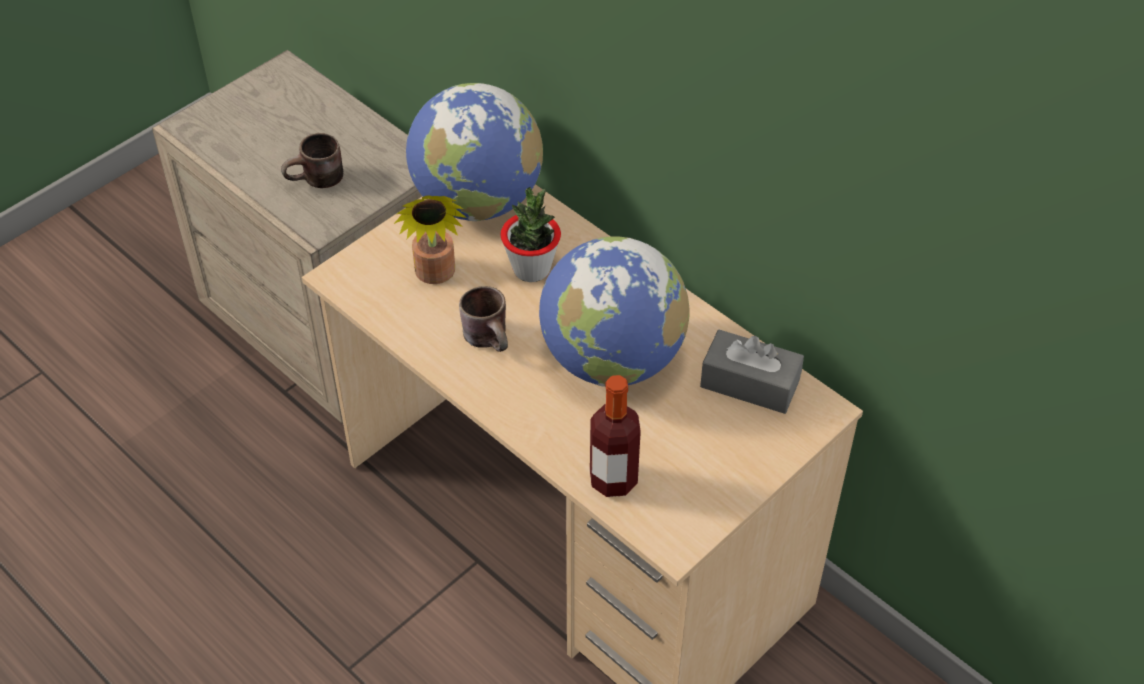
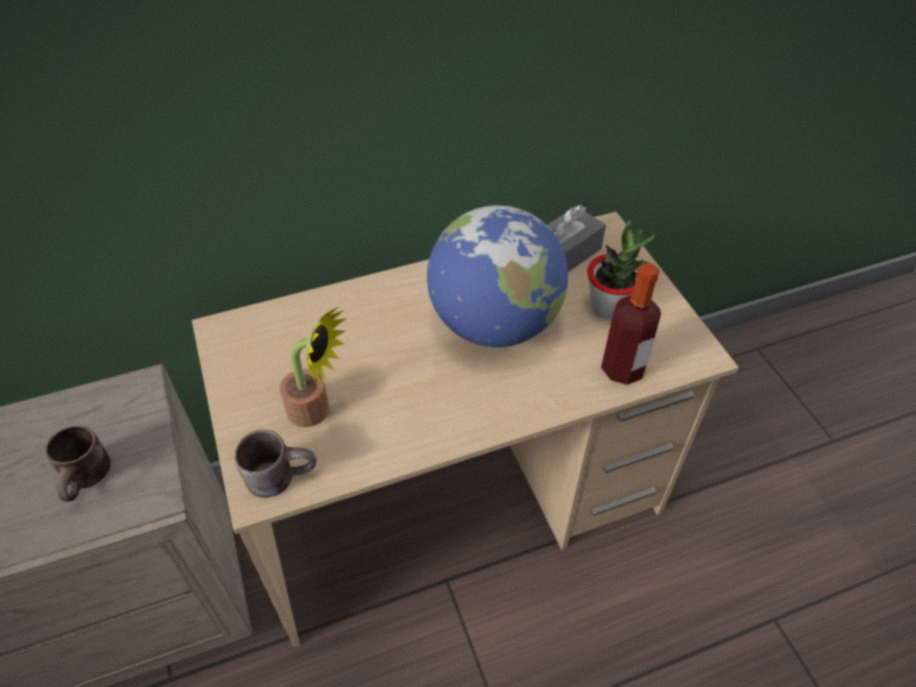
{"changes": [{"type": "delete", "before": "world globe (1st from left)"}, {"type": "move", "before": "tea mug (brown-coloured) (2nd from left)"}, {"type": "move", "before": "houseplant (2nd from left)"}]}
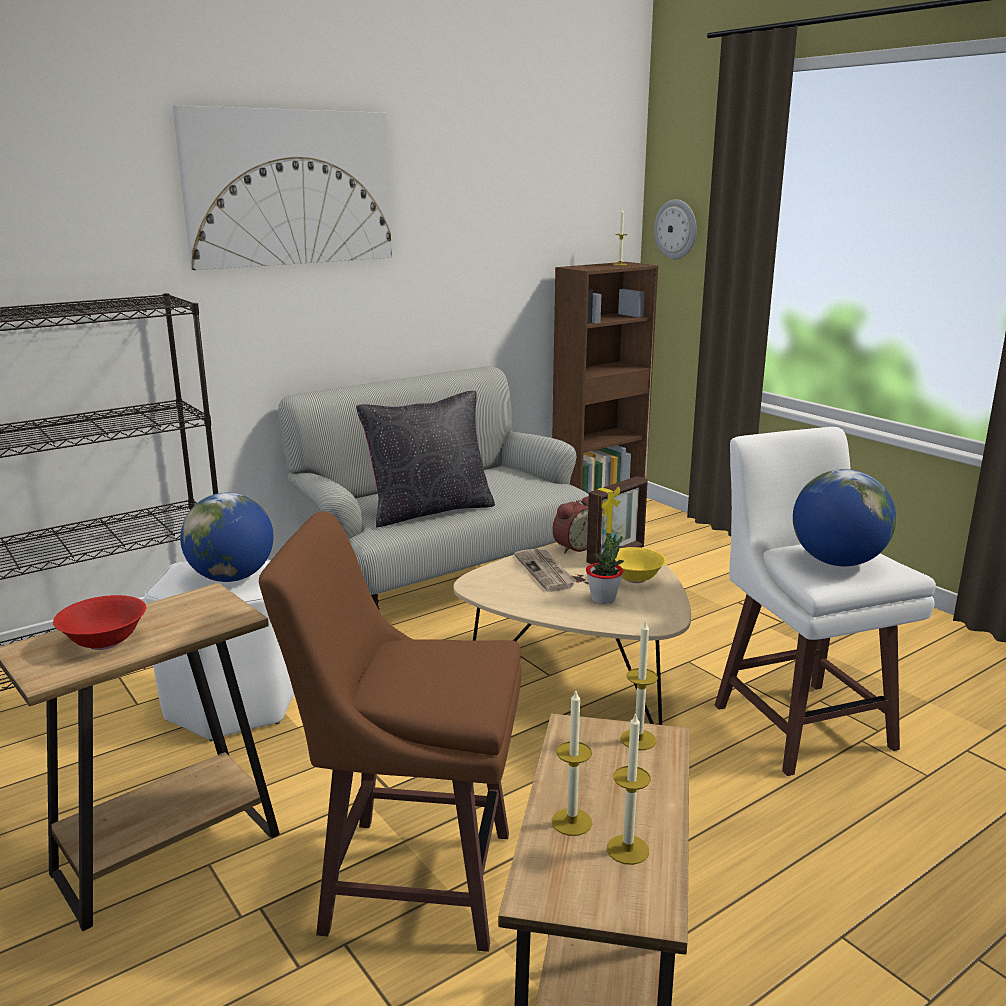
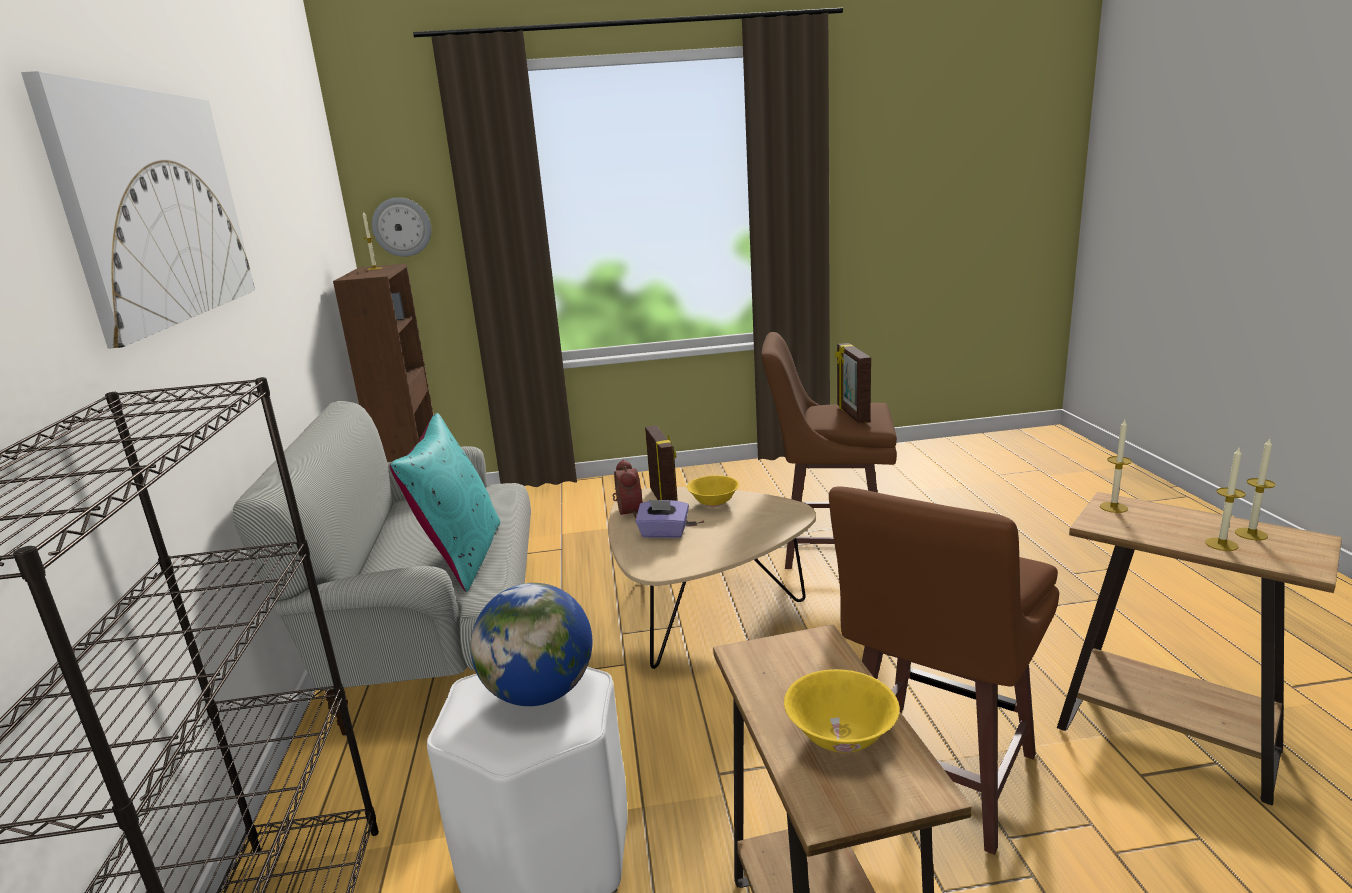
{"changes": [{"type": "recolor", "before": "serving bowl (reddish)", "after": "serving bowl (yellow-coloured) (2nd from left)"}, {"type": "recolor", "before": "pillow (blackish)", "after": "pillow (blue-green)"}, {"type": "replace", "before": "newspaper", "after": "tissue box (purple)"}, {"type": "delete", "before": "houseplant"}, {"type": "recolor", "before": "sitting stool (white) (2nd from left)", "after": "sitting stool (brown-coloured) (1st from left)"}, {"type": "replace", "before": "world globe (2nd from left)", "after": "picture frame (2nd from left)"}]}
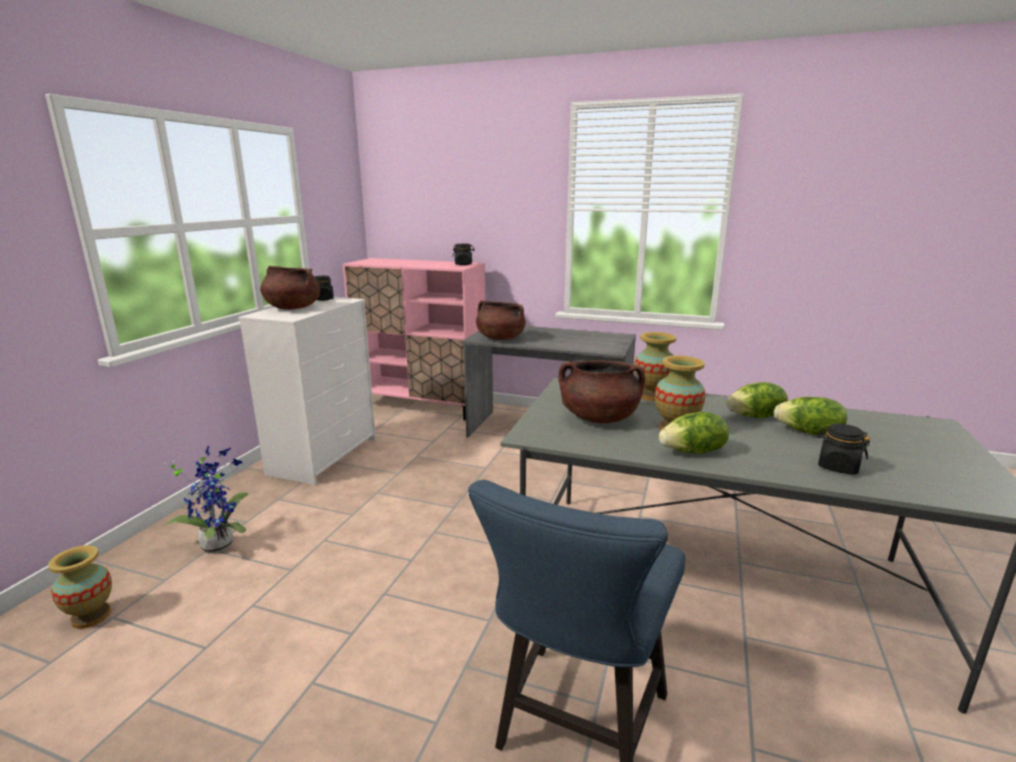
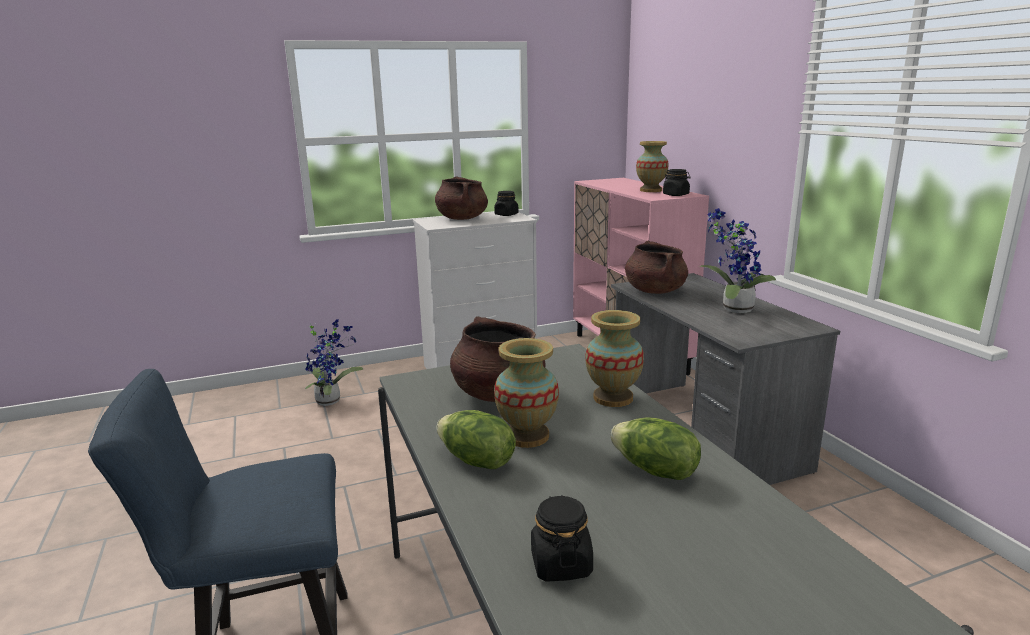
{"changes": [{"type": "move", "before": "vase (1st from left in the first image)", "after": "vase (3rd from left)"}, {"type": "delete", "before": "lettuce (3rd from left)"}, {"type": "insert", "after": "houseplant (2nd from left)"}]}
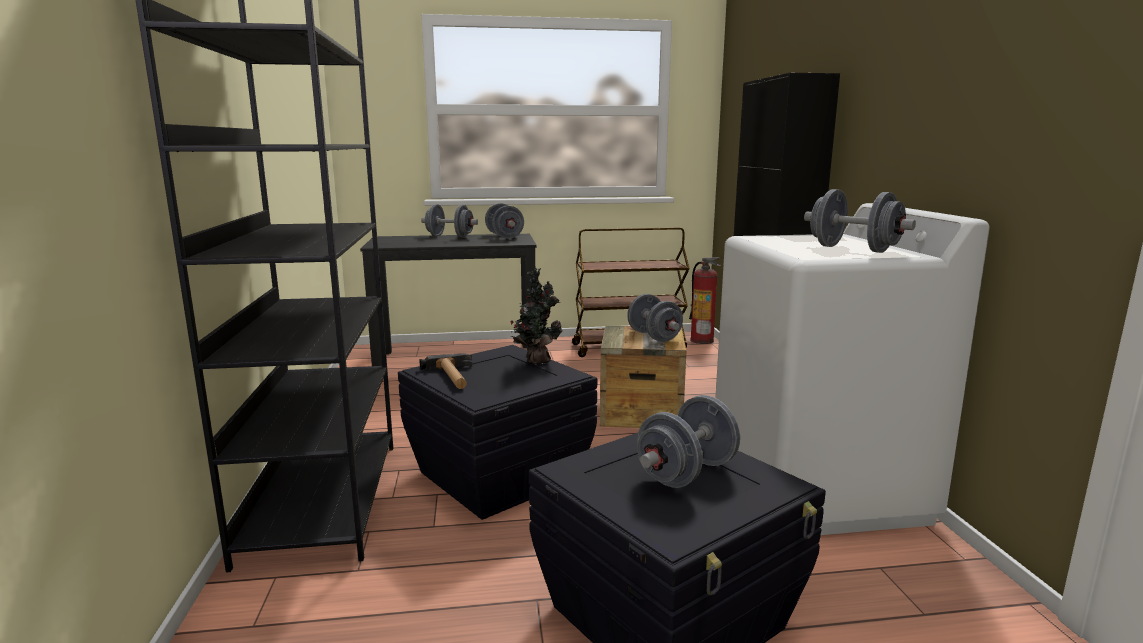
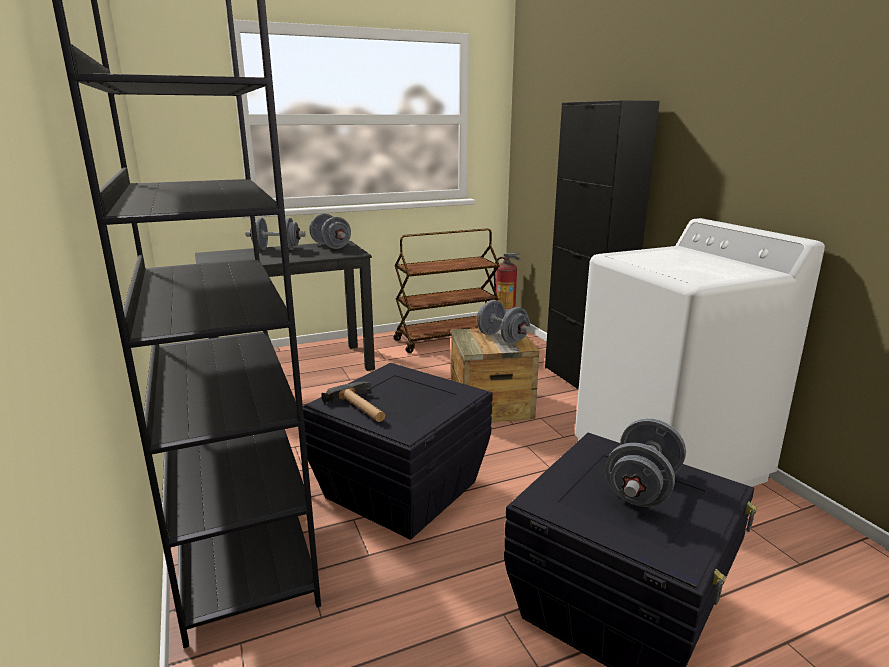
{"changes": [{"type": "delete", "before": "houseplant"}, {"type": "delete", "before": "hand weight (greyish) (5th from left)"}]}
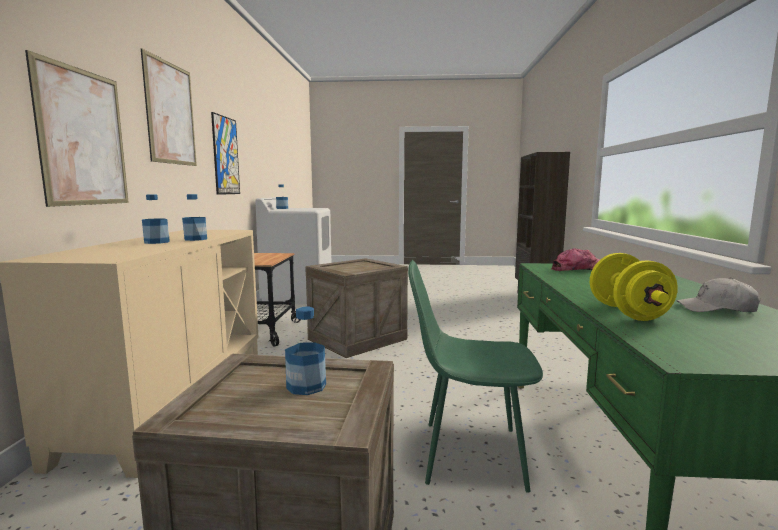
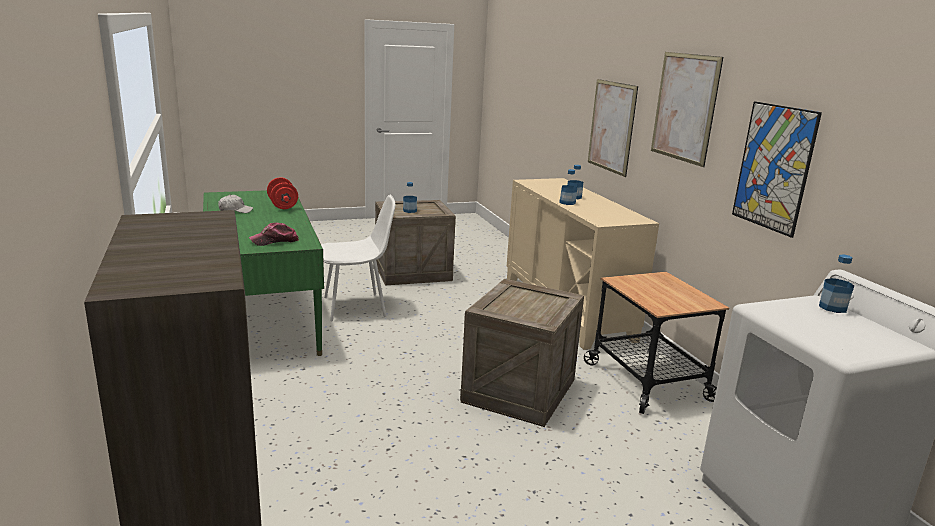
{"changes": [{"type": "recolor", "before": "plain chair (green)", "after": "plain chair (white)"}, {"type": "recolor", "before": "hand weight (yellow-coloured)", "after": "hand weight (reddish)"}]}
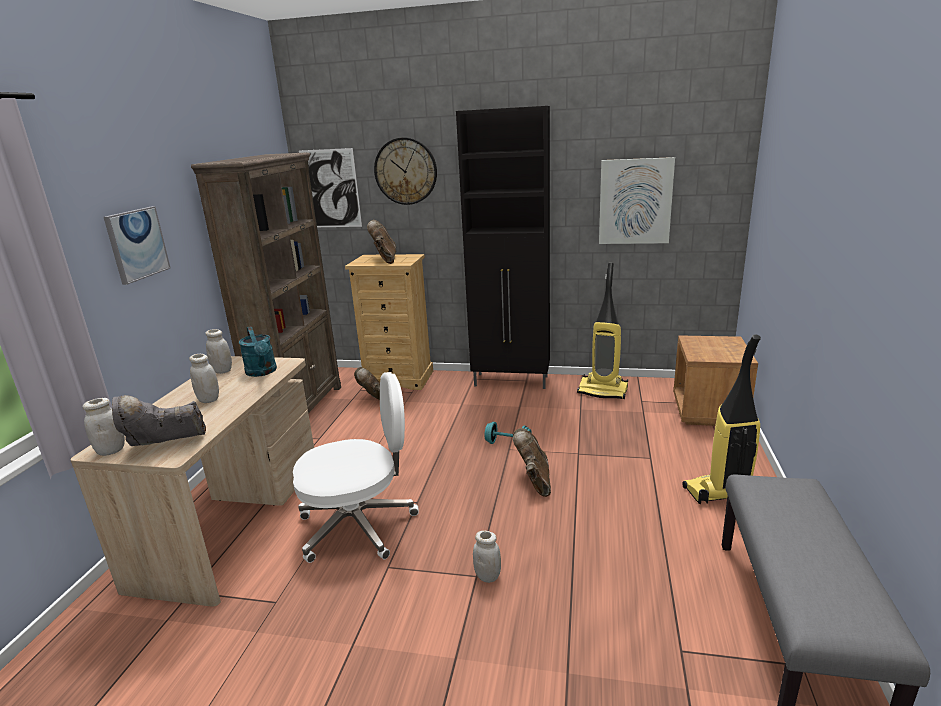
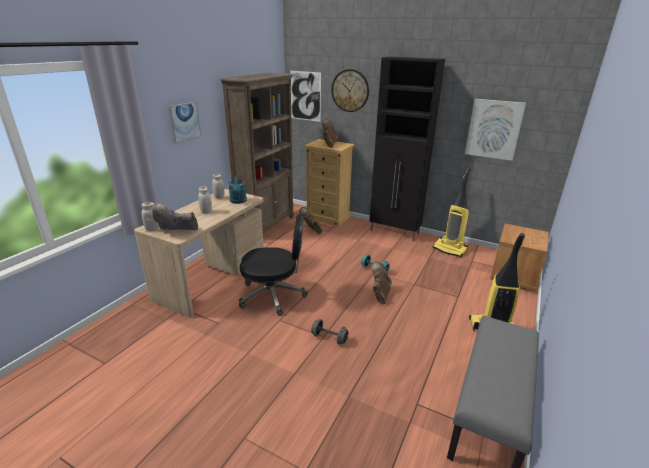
{"changes": [{"type": "recolor", "before": "computer chair (white)", "after": "computer chair (blackish)"}, {"type": "replace", "before": "preserve jar (white) (4th from left)", "after": "hand weight (greyish)"}]}
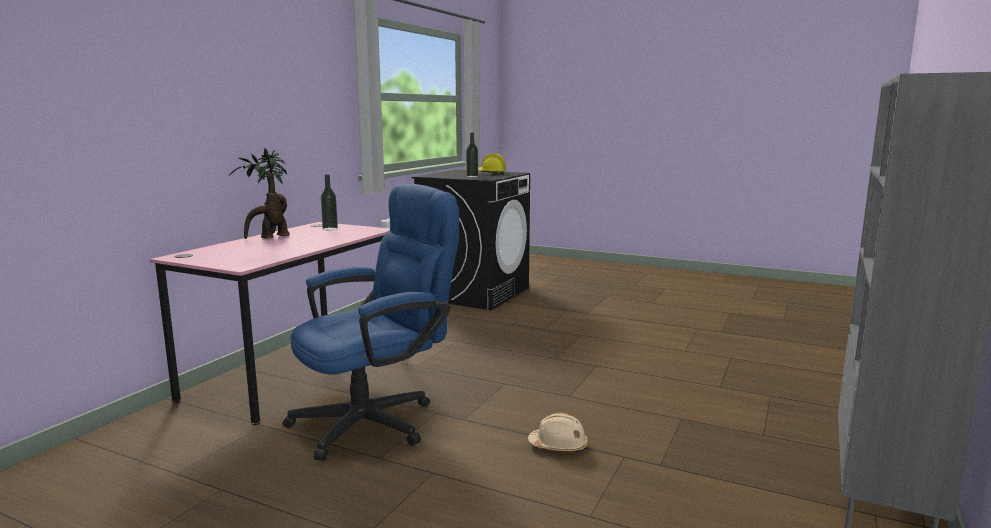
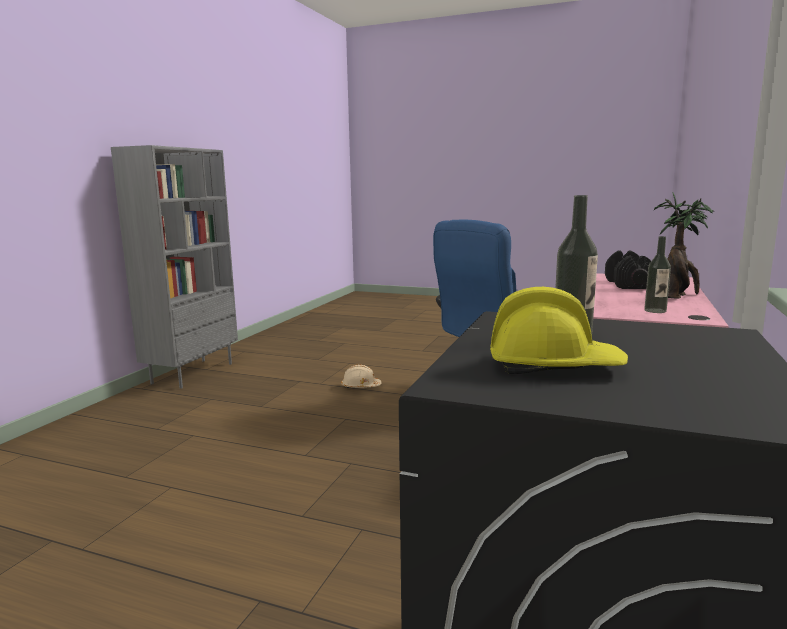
{"changes": [{"type": "insert", "after": "hand weight (blackish)"}]}
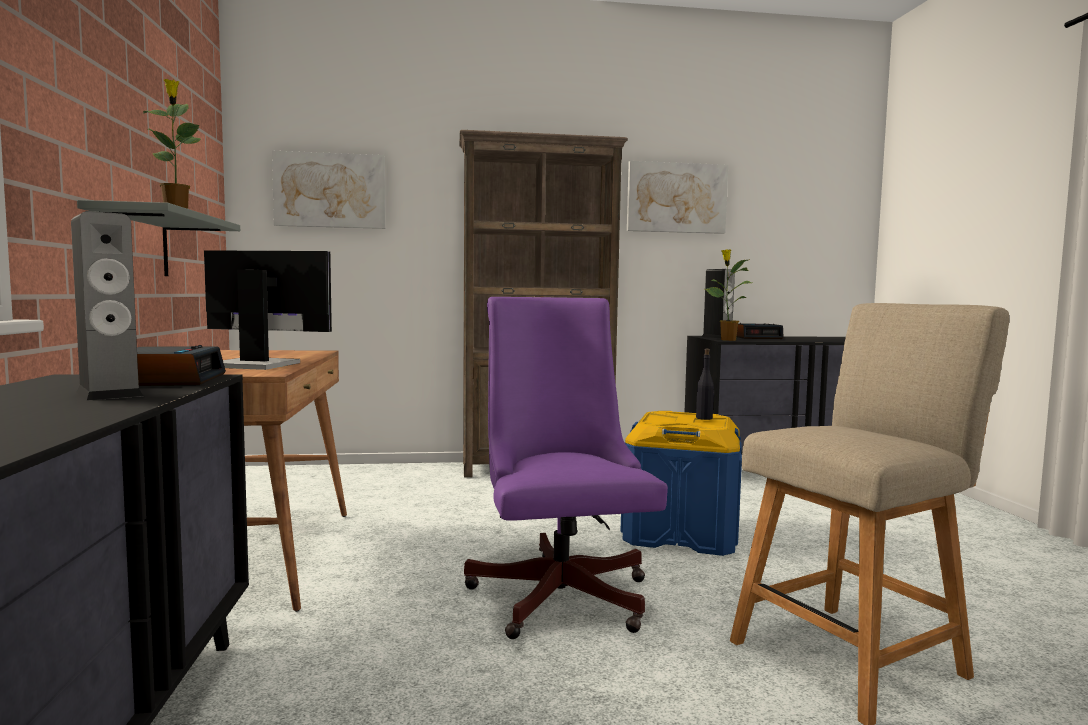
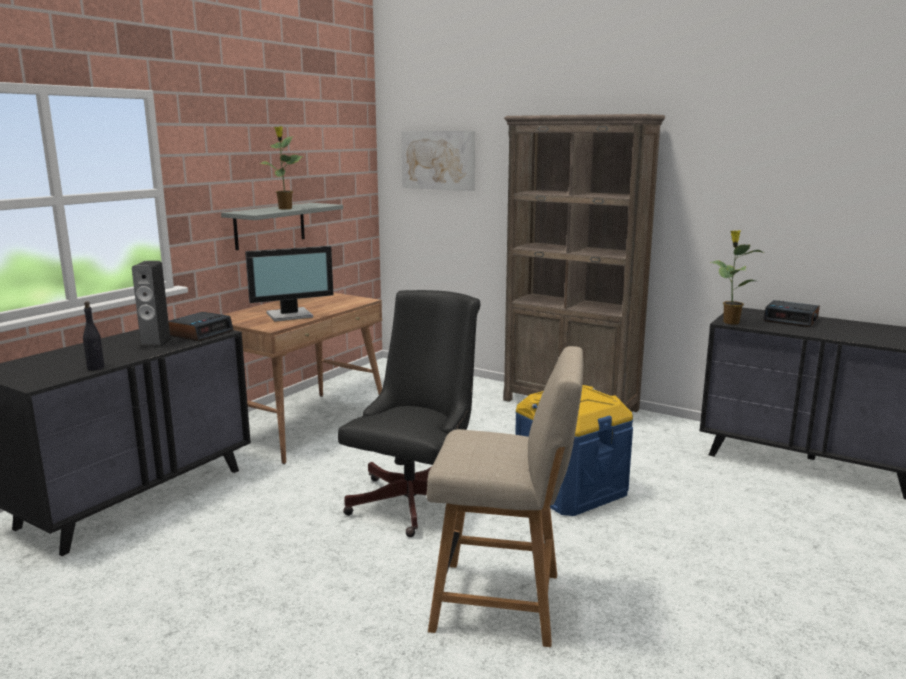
{"changes": [{"type": "rotate", "before": "computer display", "turn": 105}, {"type": "recolor", "before": "computer chair (purple)", "after": "computer chair (blackish)"}, {"type": "delete", "before": "wall picture (2nd from left)"}, {"type": "move", "before": "beverage bottle (blackish)"}, {"type": "delete", "before": "audio speaker (2nd from left)"}]}
